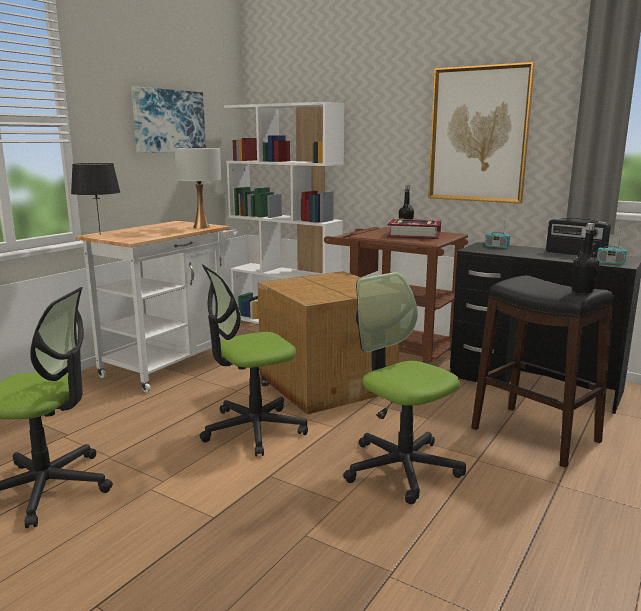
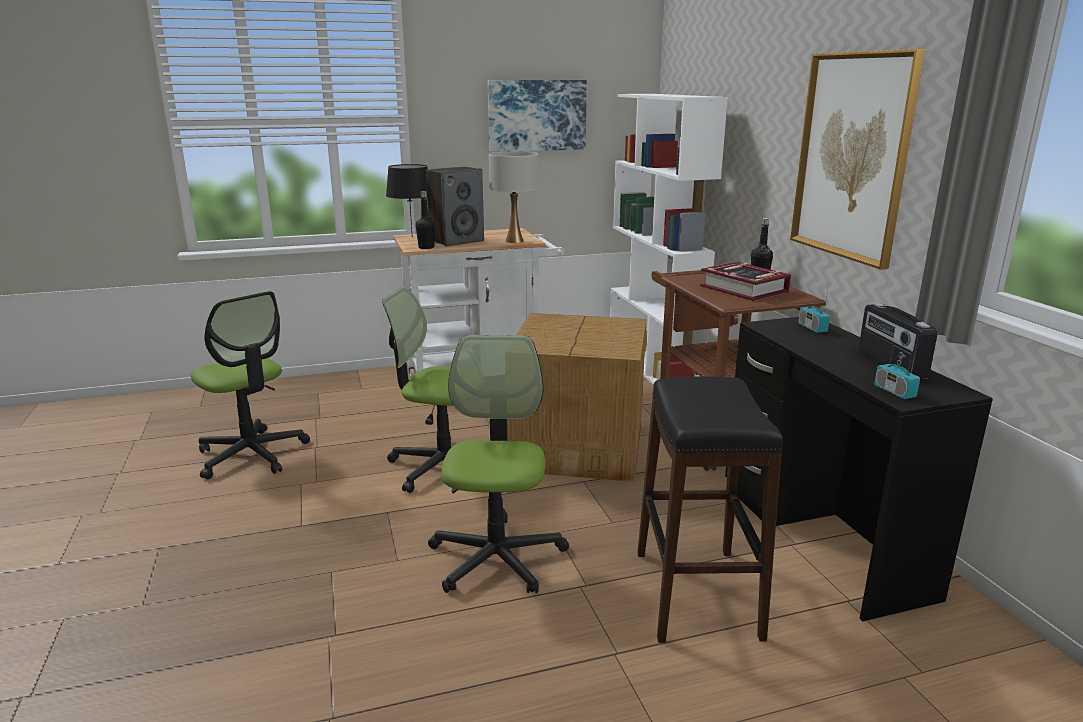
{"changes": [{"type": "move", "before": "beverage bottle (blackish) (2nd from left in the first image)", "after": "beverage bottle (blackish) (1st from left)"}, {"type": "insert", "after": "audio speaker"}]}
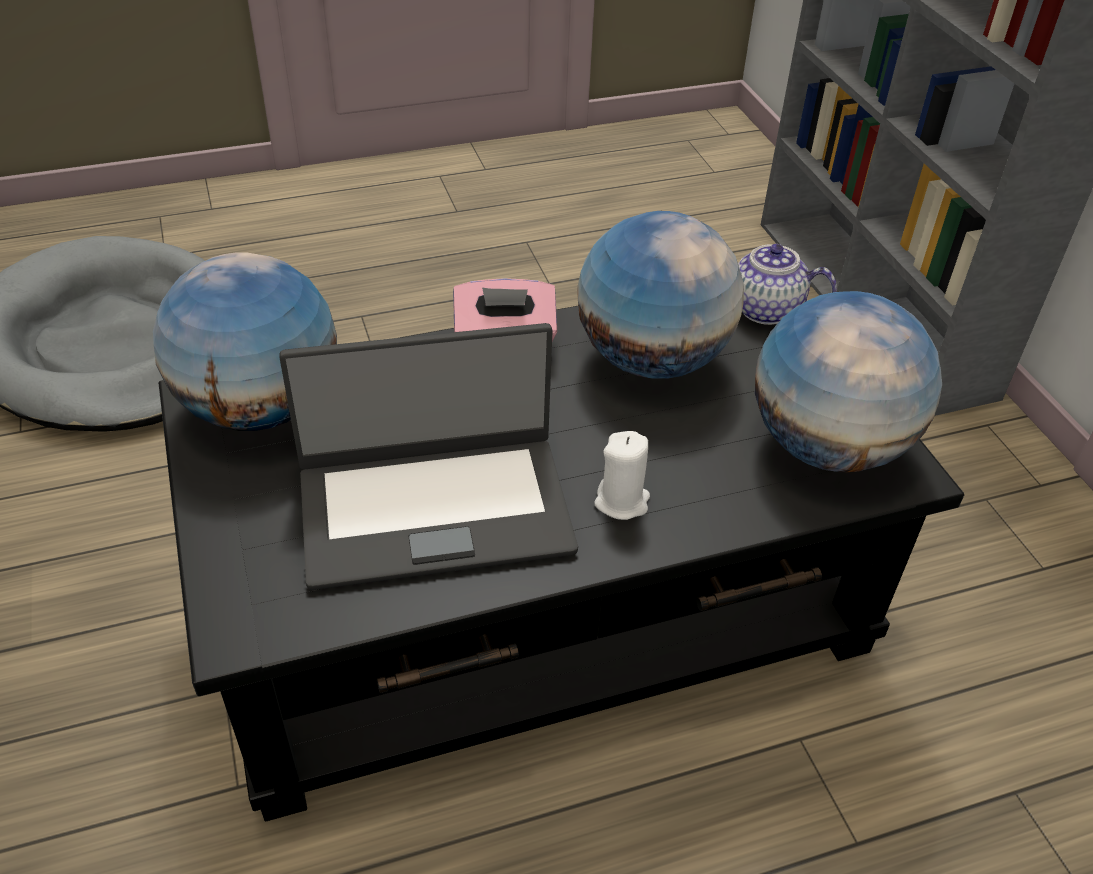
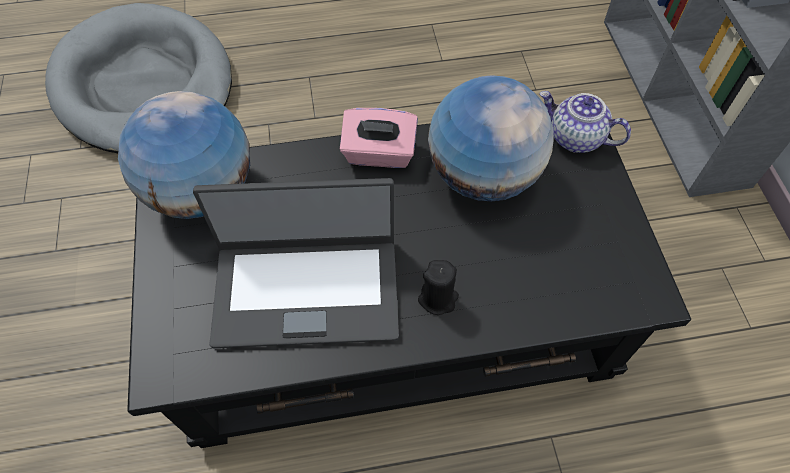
{"changes": [{"type": "recolor", "before": "wax light (white)", "after": "wax light (blackish)"}, {"type": "delete", "before": "world globe (3rd from left)"}]}
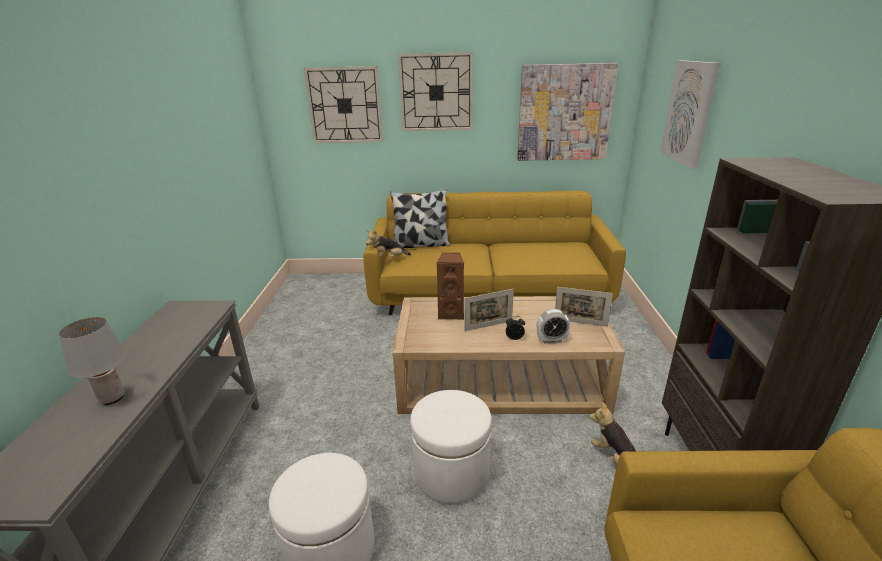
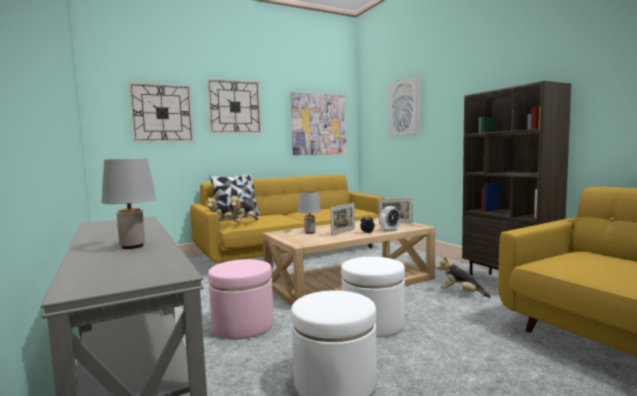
{"changes": [{"type": "replace", "before": "audio speaker (brown-coloured)", "after": "table lamp (greyish) (2nd from left)"}, {"type": "insert", "after": "footrest (pink-coloured)"}, {"type": "insert", "after": "soft toy (2nd from left)"}]}
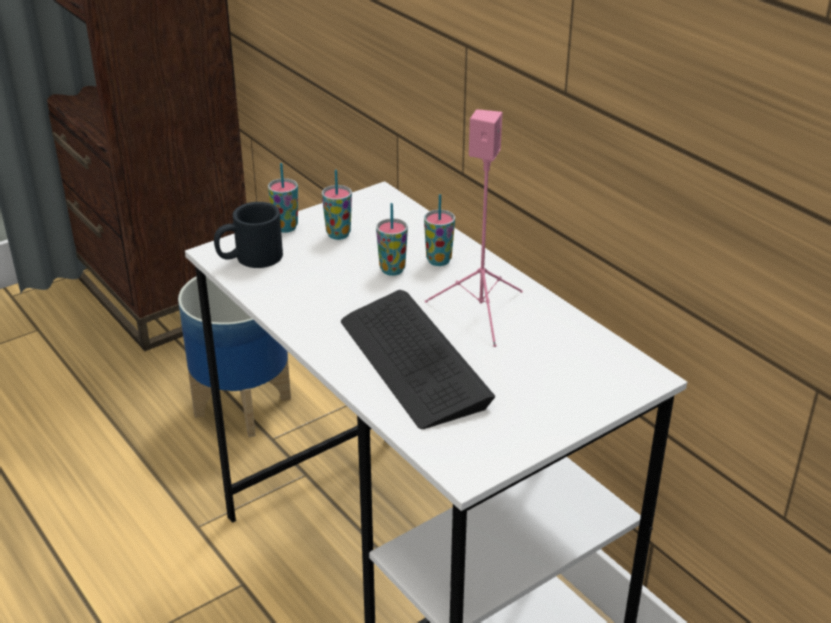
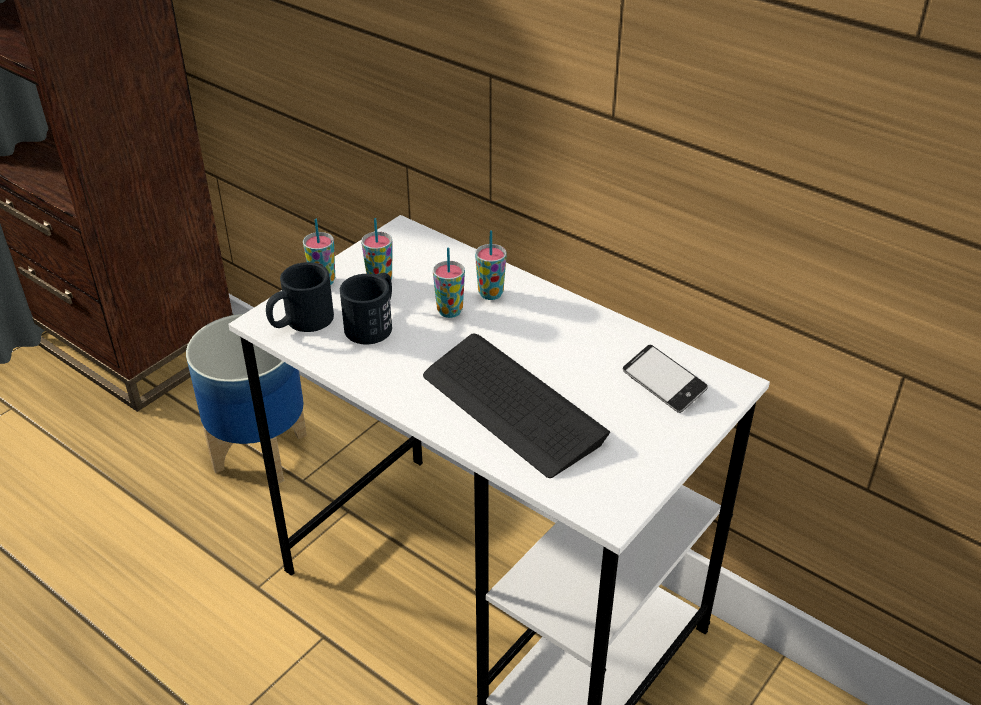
{"changes": [{"type": "delete", "before": "audio speaker (pink-coloured)"}, {"type": "insert", "after": "tea mug (blackish) (2nd from left)"}, {"type": "insert", "after": "handset"}]}
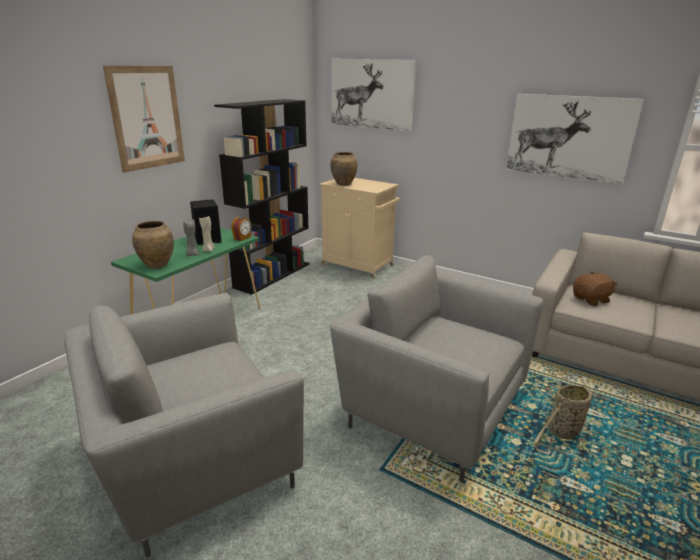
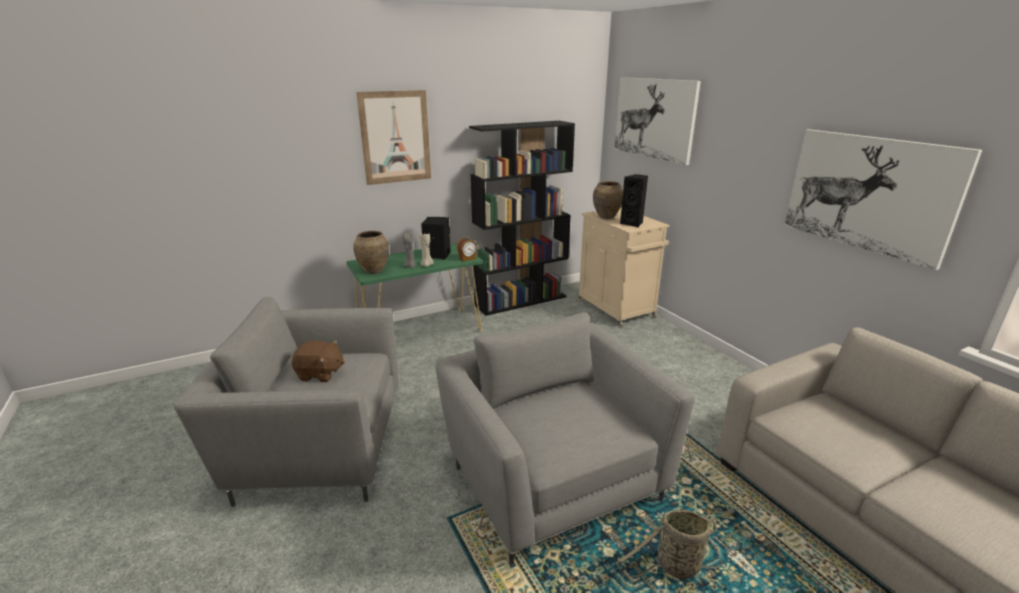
{"changes": [{"type": "move", "before": "soft toy (brown-coloured)"}, {"type": "insert", "after": "audio speaker (blackish) (2nd from left)"}]}
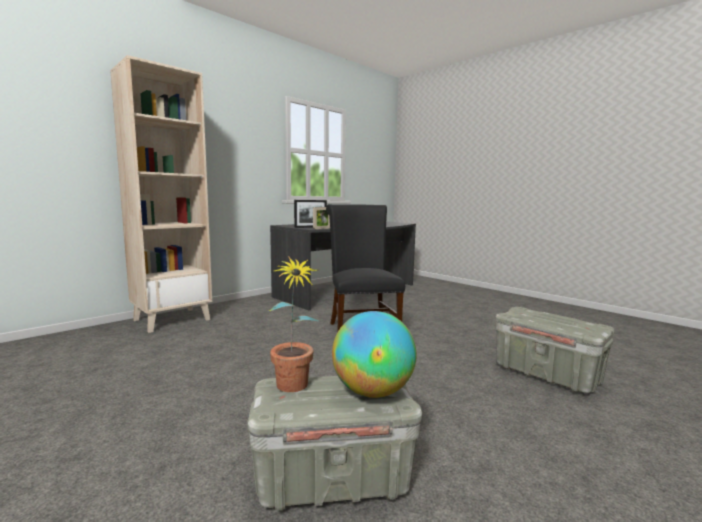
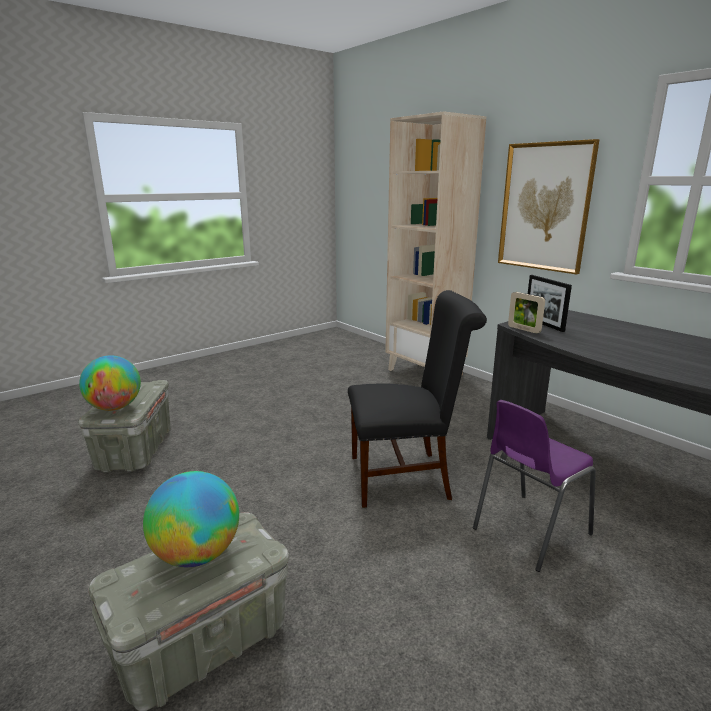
{"changes": [{"type": "delete", "before": "houseplant"}, {"type": "insert", "after": "world globe (2nd from left)"}, {"type": "insert", "after": "plain chair (purple)"}, {"type": "insert", "after": "wall picture"}]}
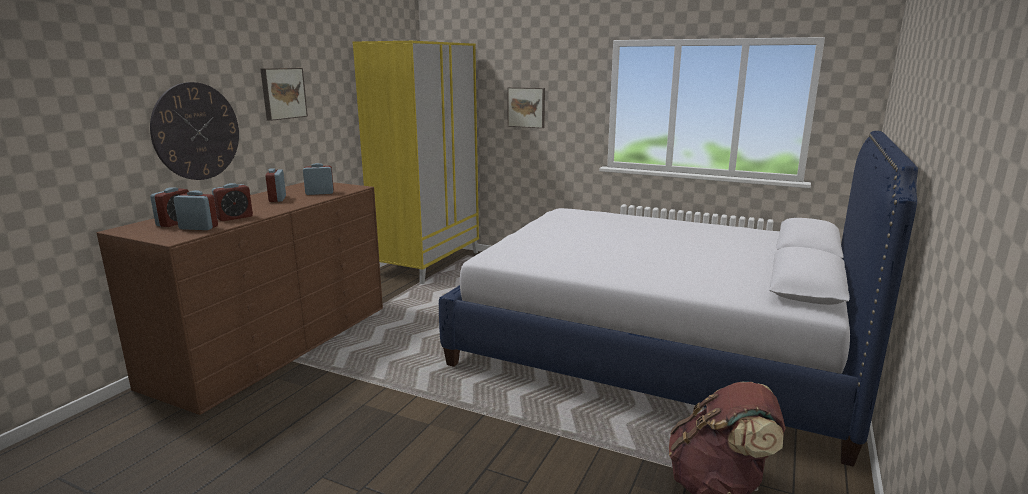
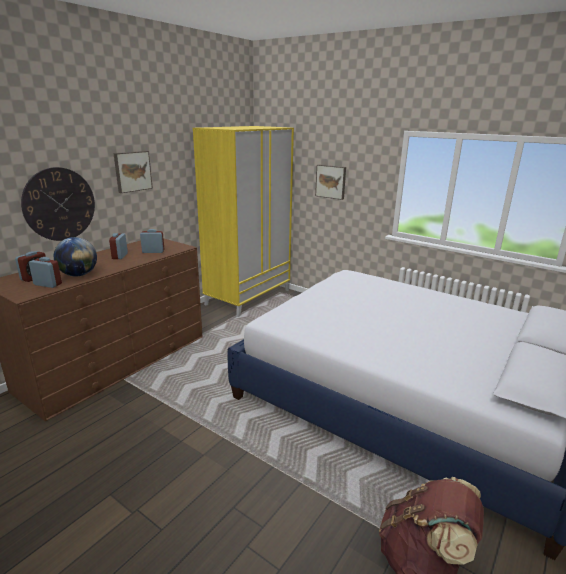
{"changes": [{"type": "replace", "before": "bedside clock (3rd from left)", "after": "world globe"}]}
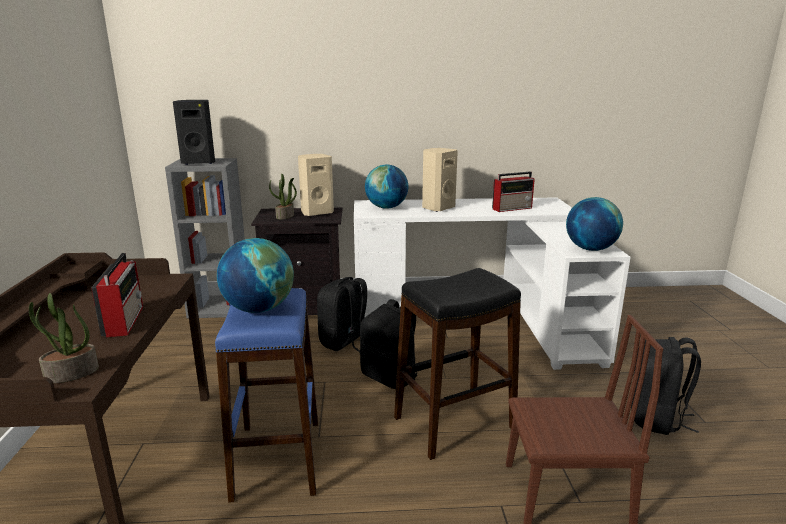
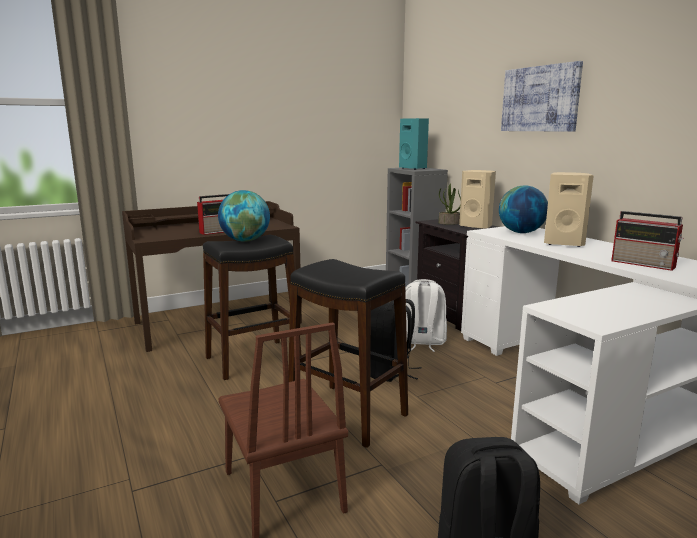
{"changes": [{"type": "delete", "before": "houseplant (1st from left)"}, {"type": "recolor", "before": "audio speaker (blackish)", "after": "audio speaker (blue-green)"}, {"type": "recolor", "before": "sitting stool (blue)", "after": "sitting stool (blackish) (1st from left)"}, {"type": "recolor", "before": "rucksack (blackish) (1st from left)", "after": "rucksack (white)"}, {"type": "delete", "before": "world globe (3rd from left)"}, {"type": "insert", "after": "wall picture"}]}
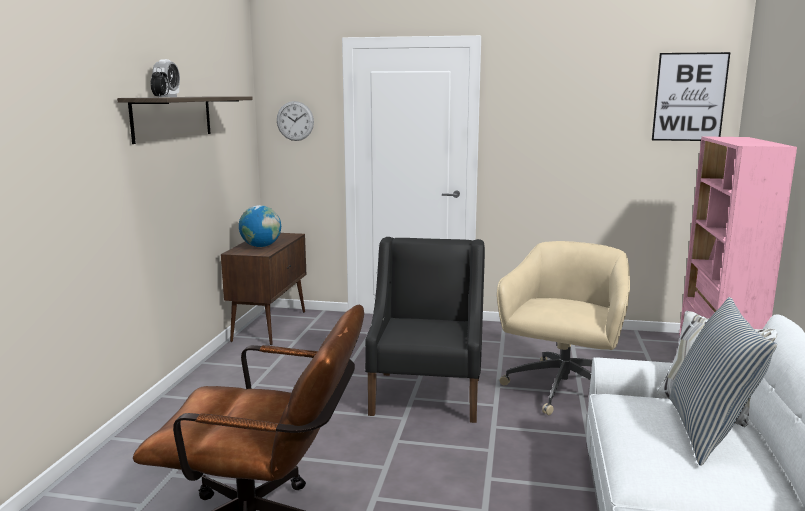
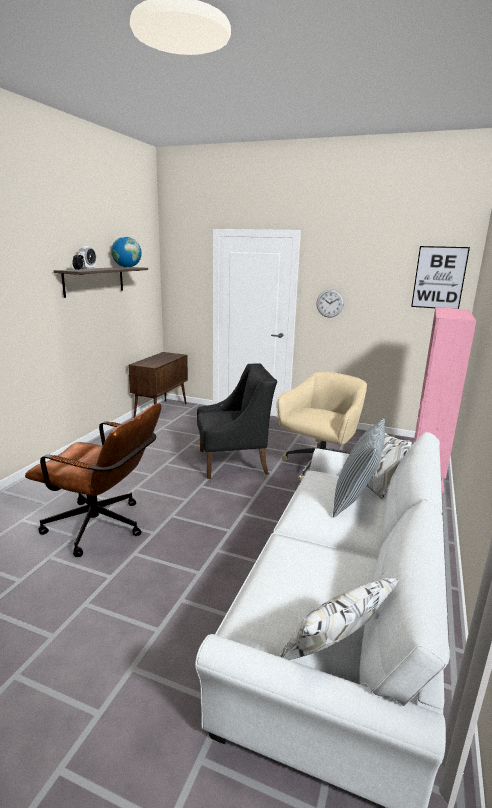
{"changes": [{"type": "move", "before": "world globe"}, {"type": "move", "before": "wall clock"}, {"type": "rotate", "before": "armchair (blackish)", "turn": 60}]}
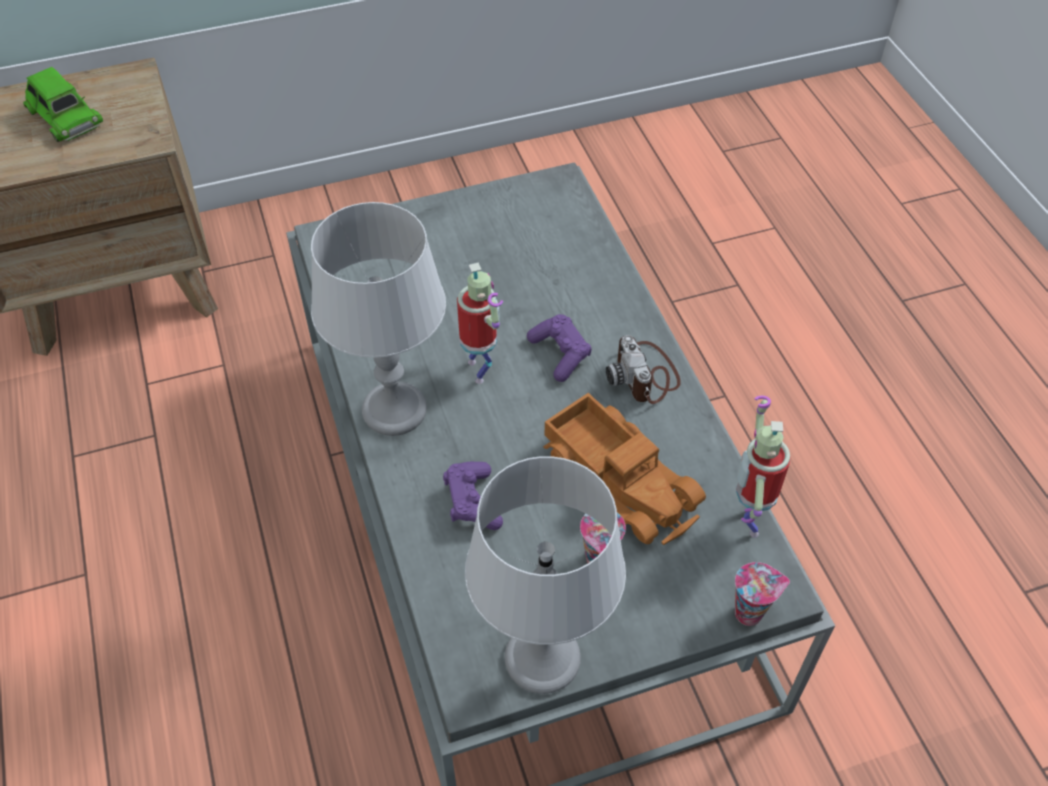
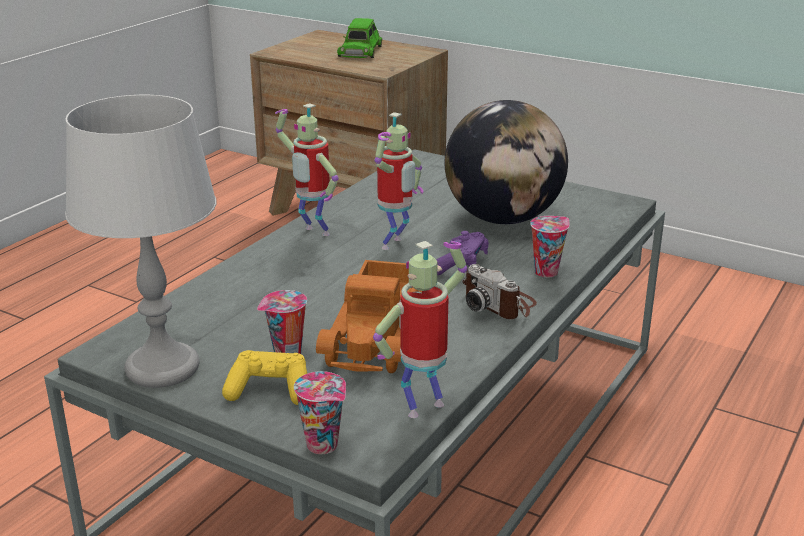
{"changes": [{"type": "replace", "before": "table lamp (greyish) (1st from left)", "after": "robot figure (1st from left)"}, {"type": "delete", "before": "joypad (purple) (1st from left)"}, {"type": "rotate", "before": "photo camera", "turn": -75}, {"type": "insert", "after": "joypad (yellow-coloured)"}, {"type": "insert", "after": "world globe"}, {"type": "insert", "after": "small cup (3rd from left)"}]}
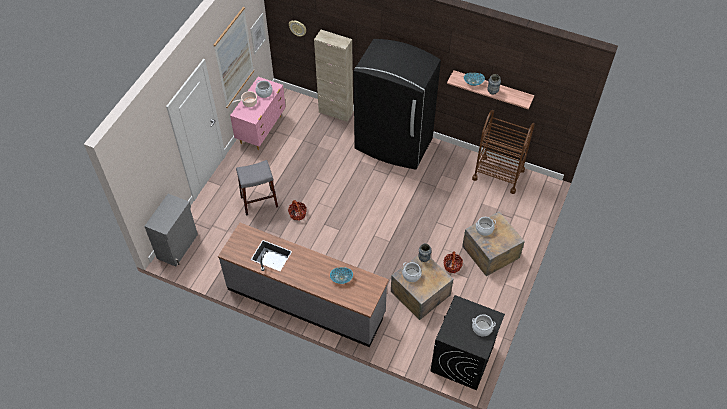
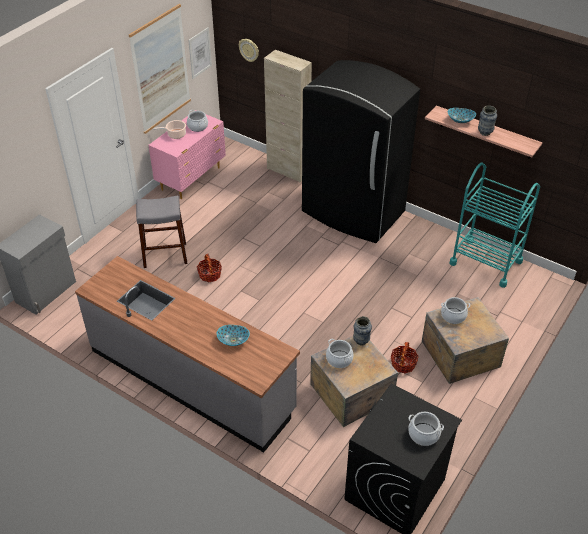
{"changes": [{"type": "recolor", "before": "trolley (brown-coloured)", "after": "trolley (blue-green)"}]}
